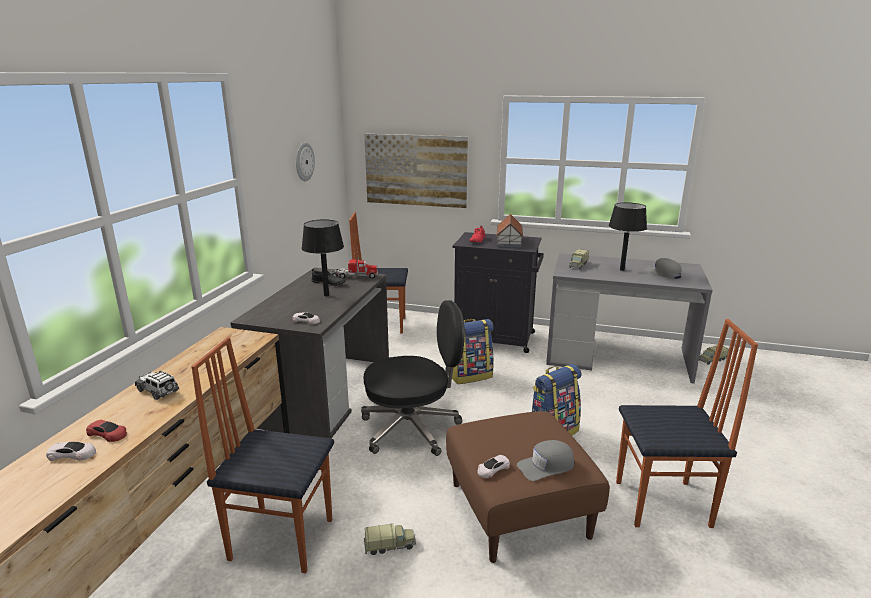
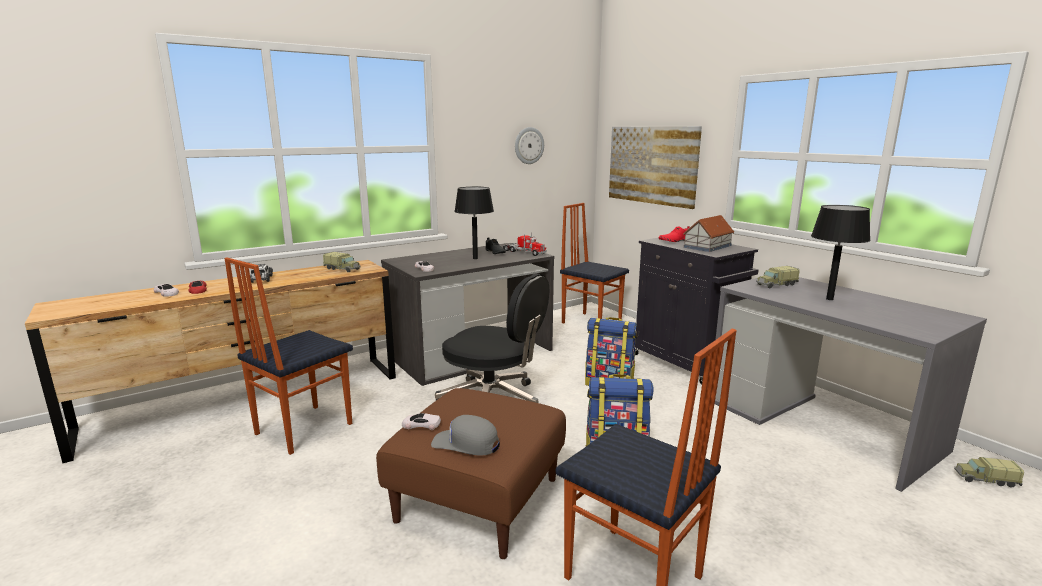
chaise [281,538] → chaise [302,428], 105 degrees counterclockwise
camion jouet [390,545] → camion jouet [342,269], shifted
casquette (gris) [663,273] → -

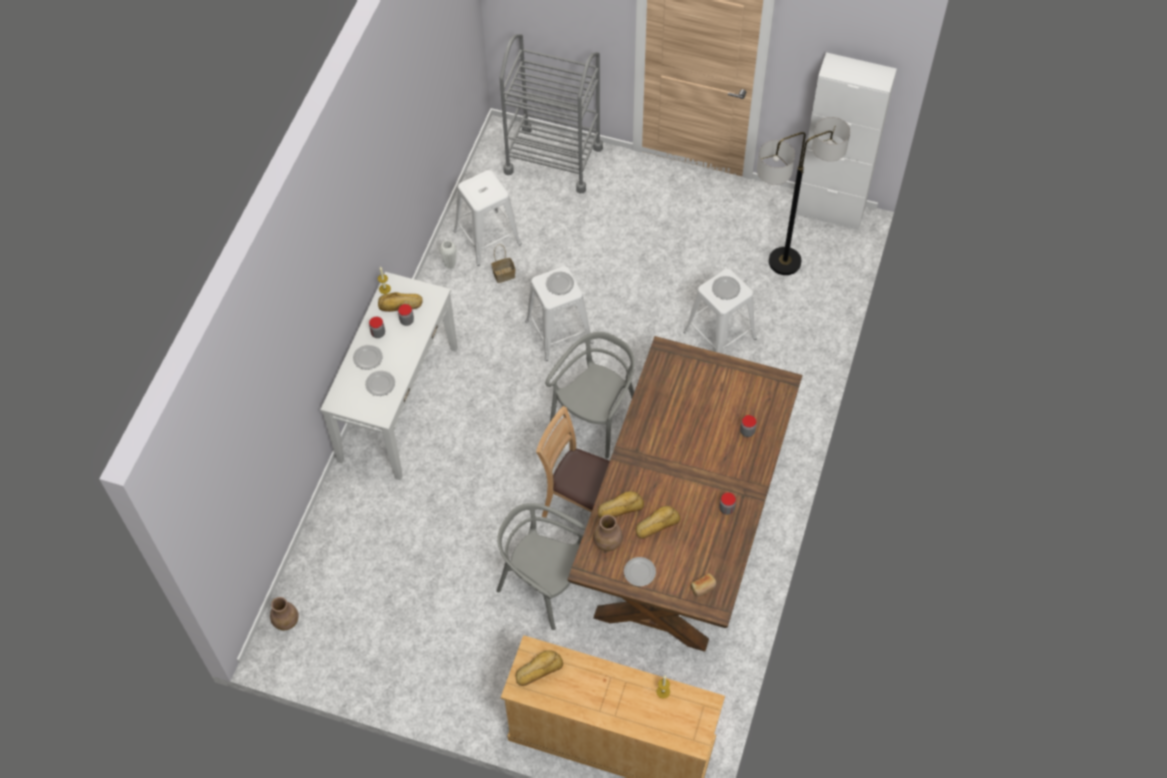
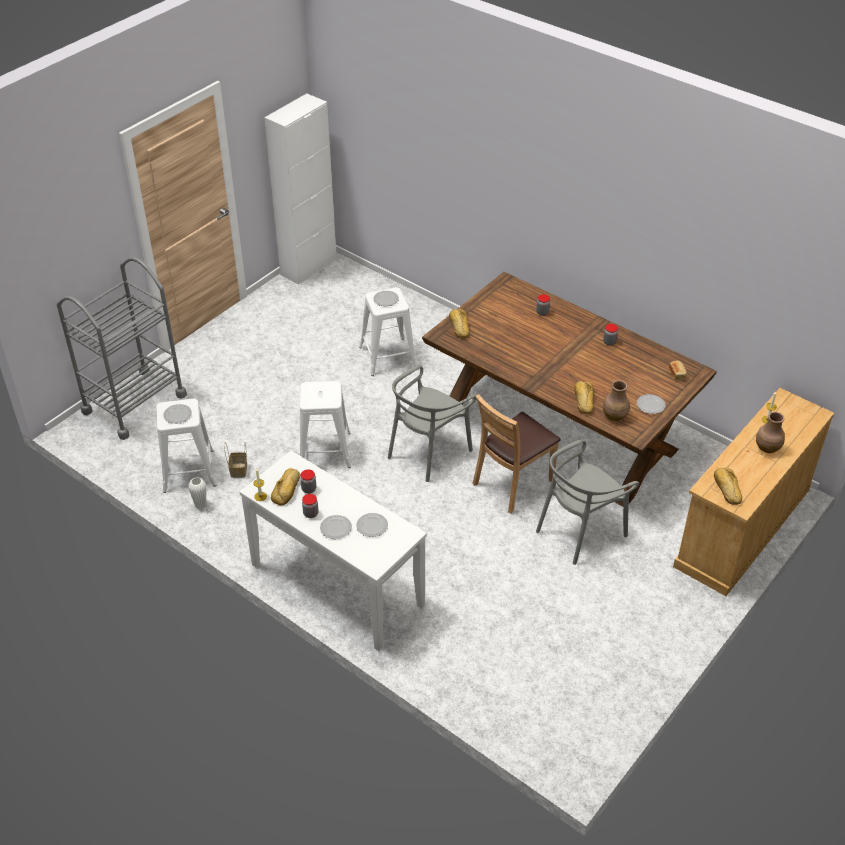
vase (marron) [287,621] → vase (marron) [767,448], shifted
chaise (gris) [596,418] → chaise (gris) [428,452], 105 degrees counterclockwise
assiette [559,284] → assiette [177,415], shifted
pain [656,524] → pain [459,326], shifted
lampadaire [785,262] → -

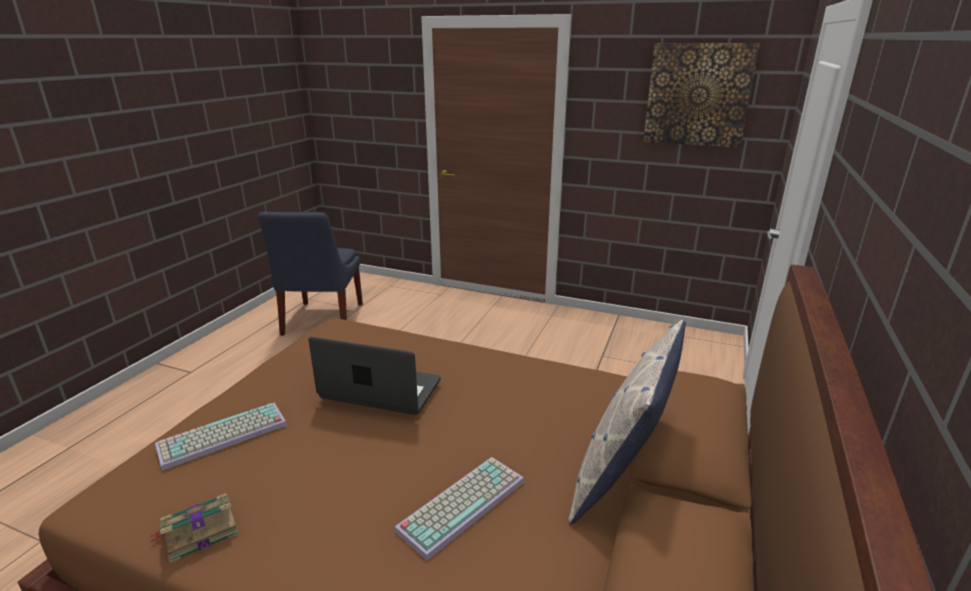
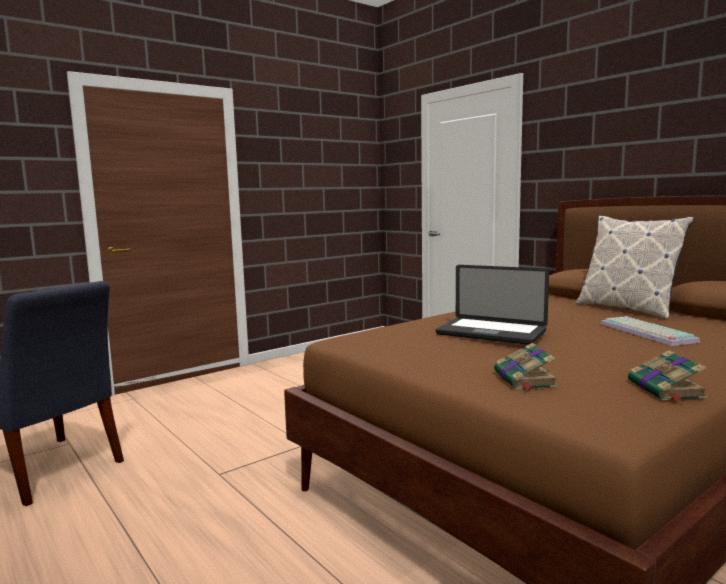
clavier [222,437] → livre [525,380]
ordinateur portable [380,390] → ordinateur portable [491,333], 105 degrees counterclockwise
tableau [698,95] → -

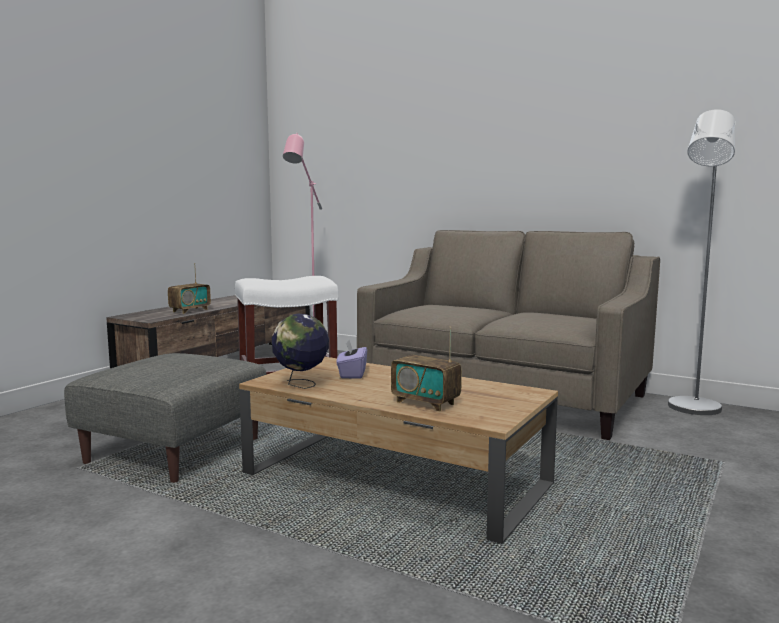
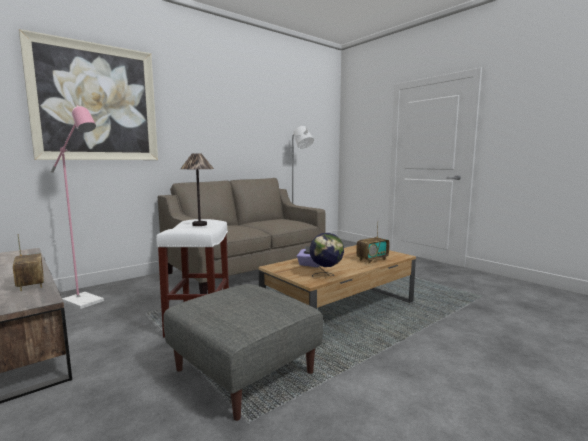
- → tableau [96,103]
- → lampe de table [199,225]

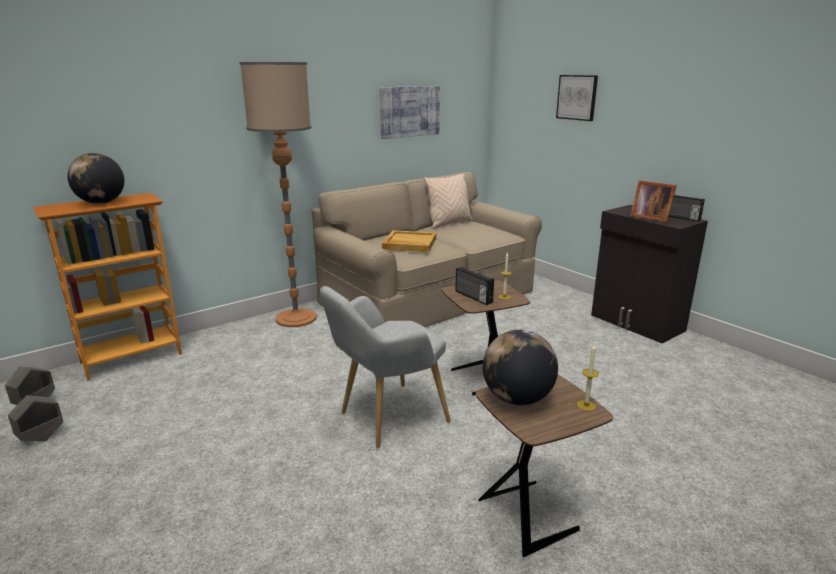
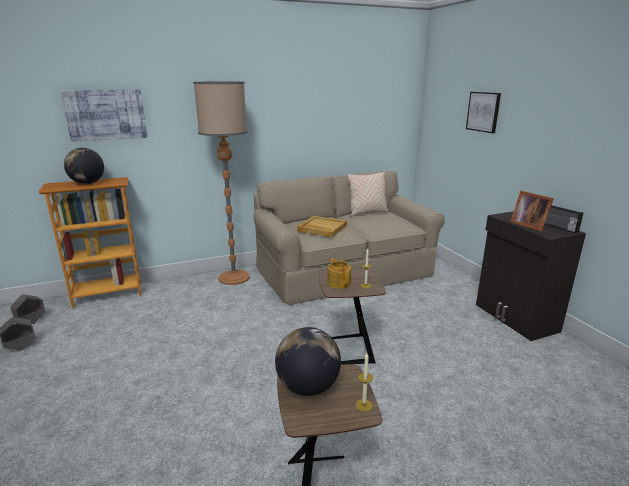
fauteuil (gris) [386,418] → -
tableau [409,111] → tableau [106,115], shifted
radio [473,297] → théière [339,282]

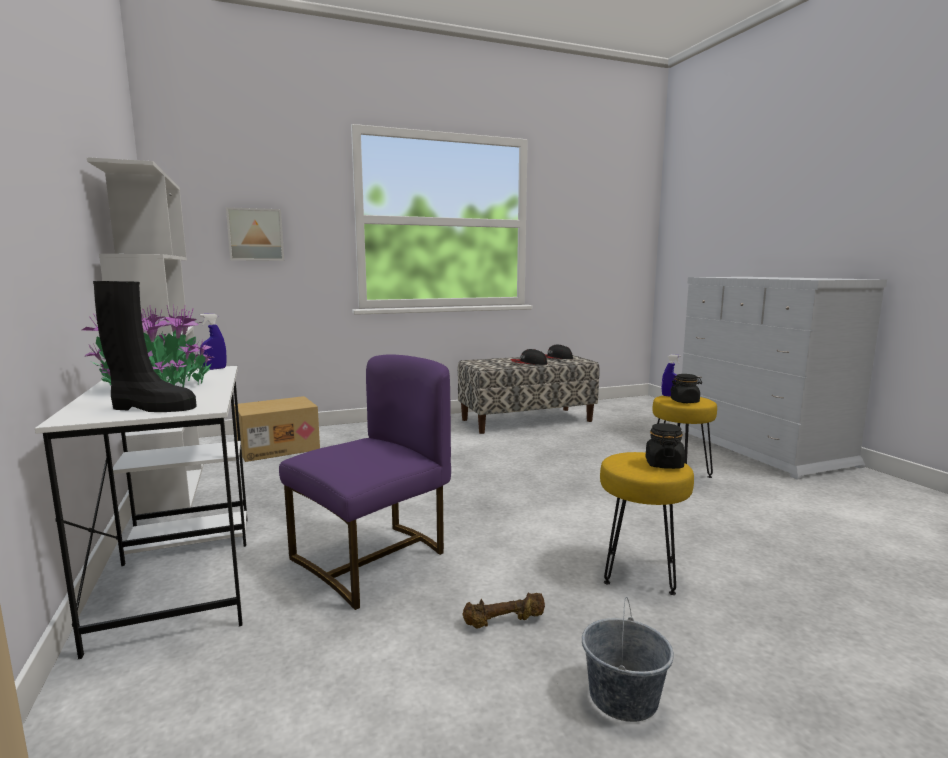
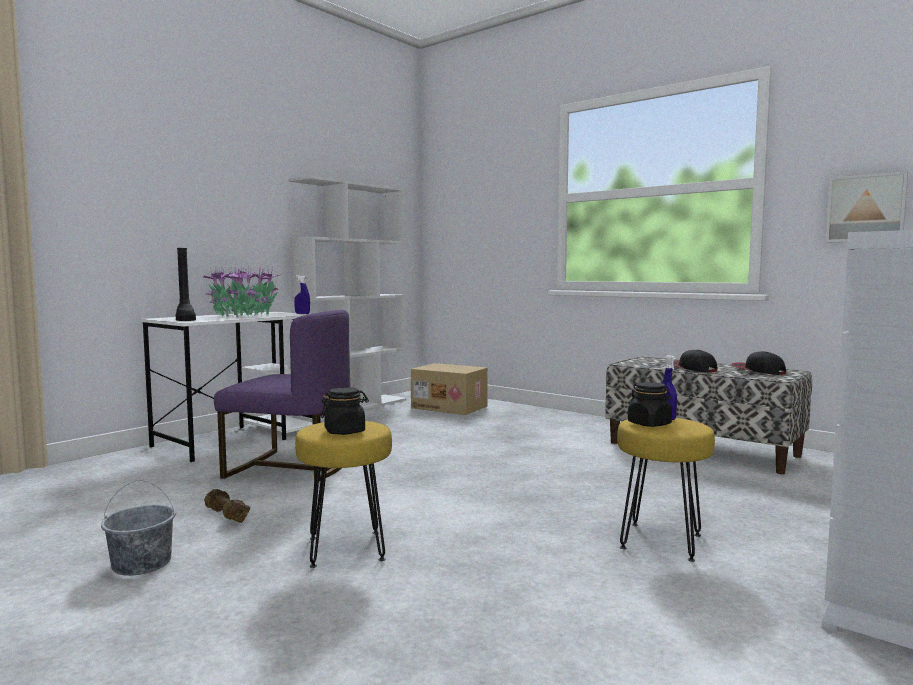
tableau [255,234] → tableau [866,208], shifted

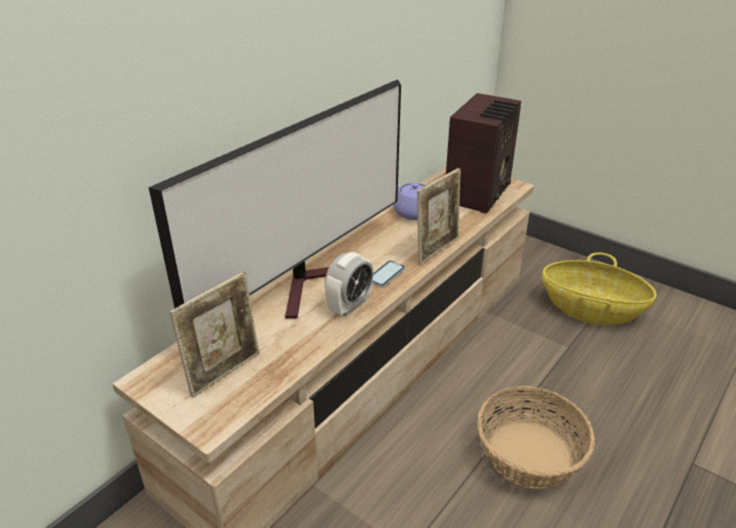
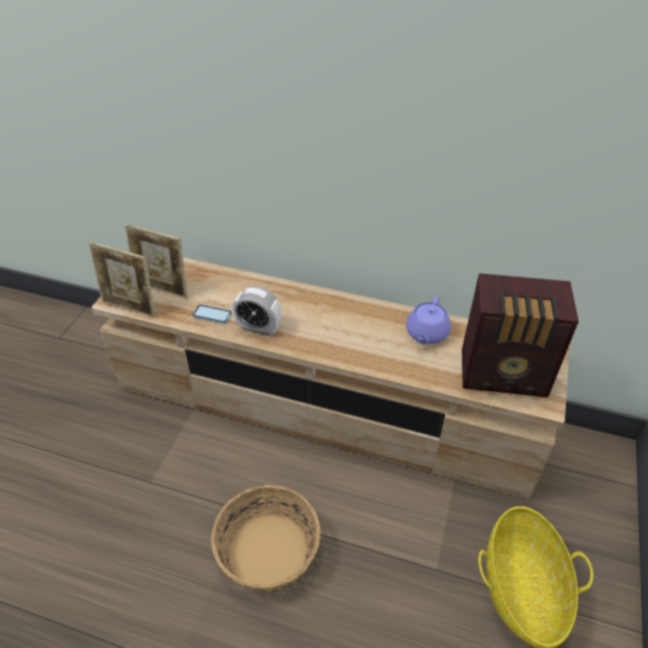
téléviseur [313,282] → -
téléphone [386,275] → téléphone [212,315], shifted
cadre photo [437,249] → cadre photo [130,308], shifted

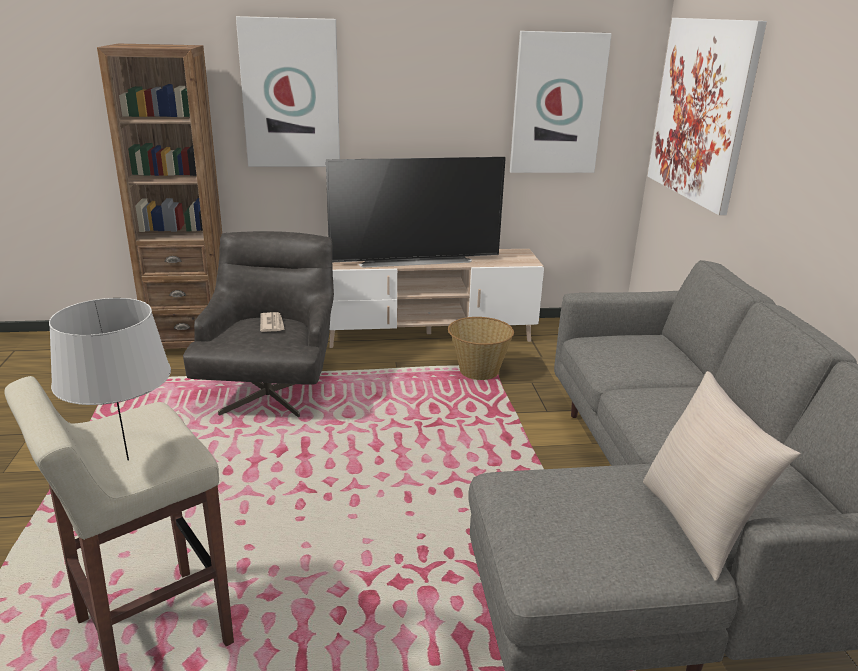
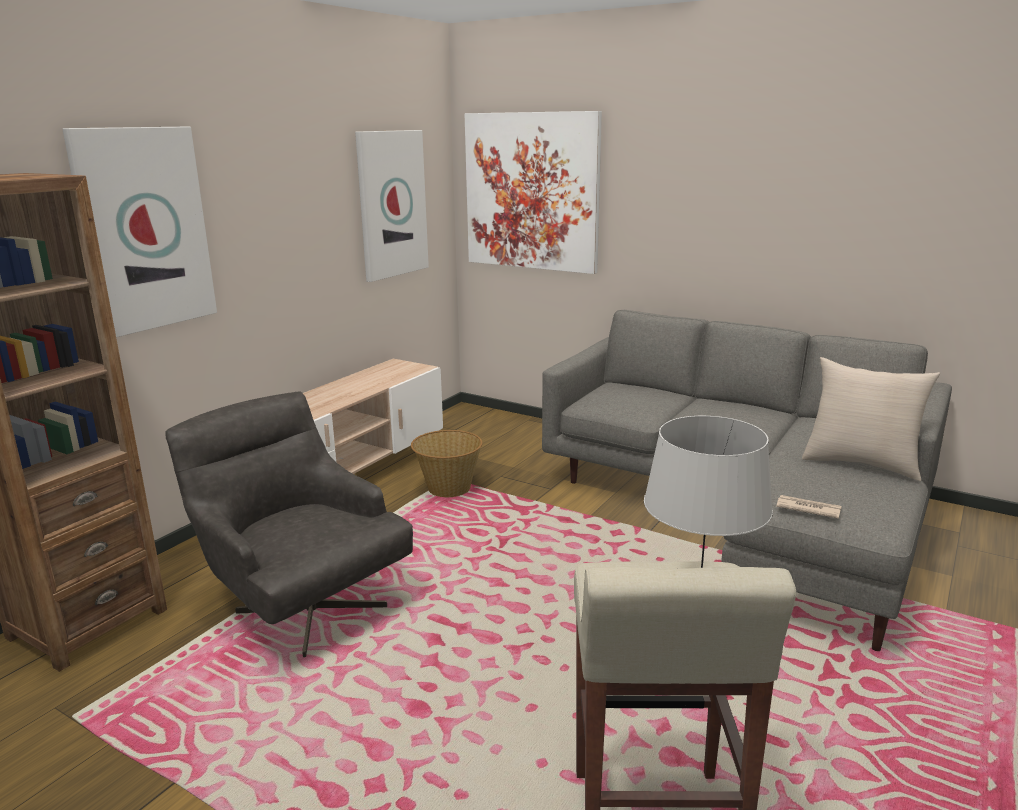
journal [272,324] → journal [807,509], shifted
téléviseur [414,260] → -

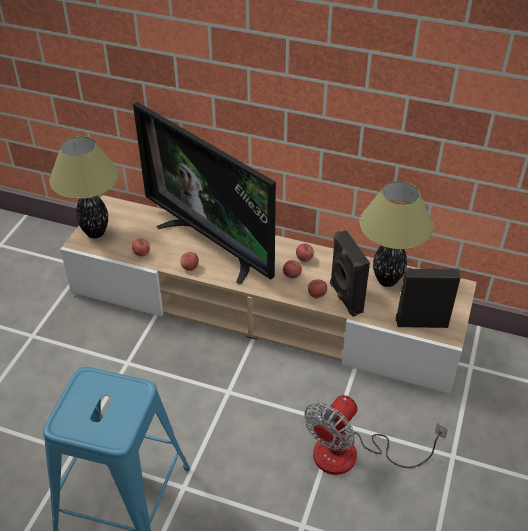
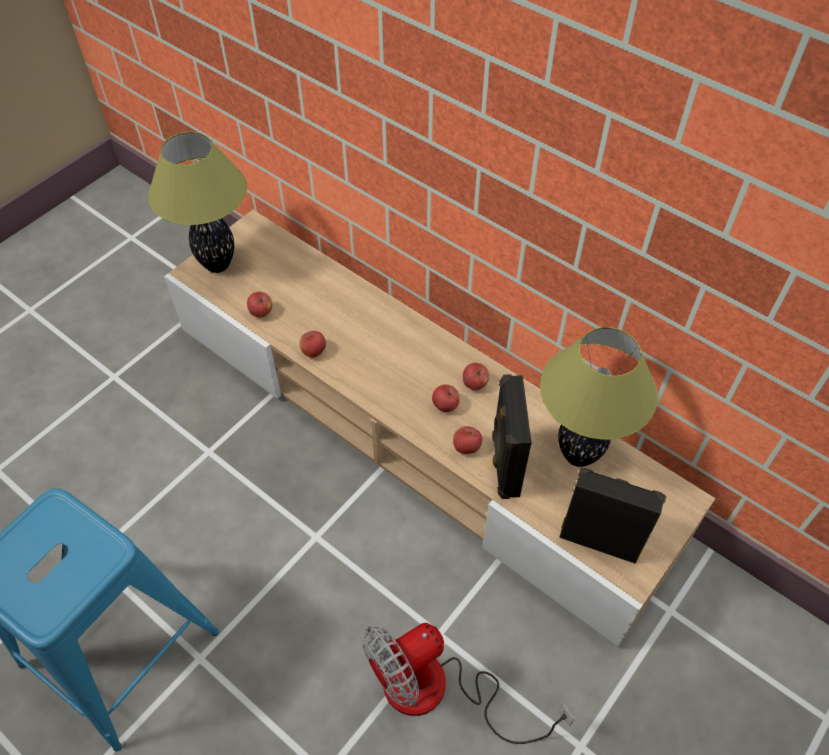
téléviseur [213,244] → -

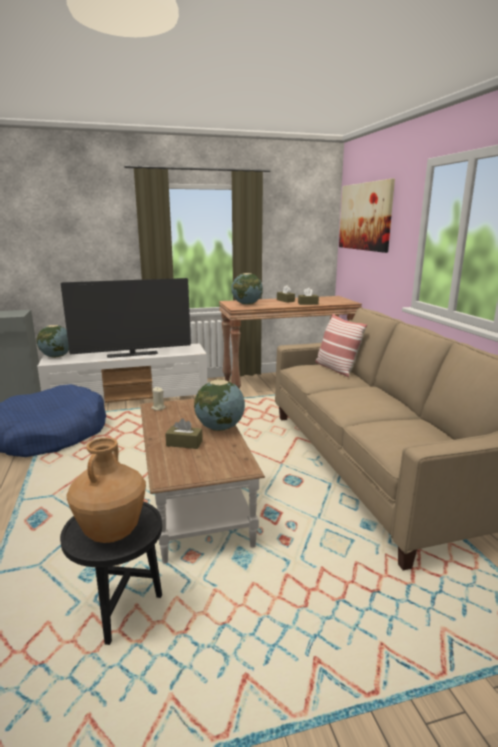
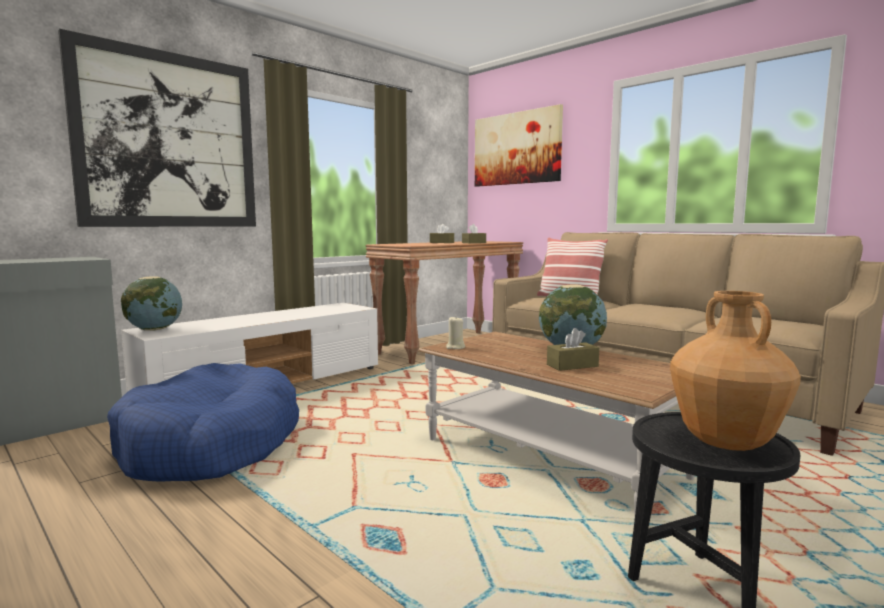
téléviseur [132,354] → -
globe [247,304] → -
- → tableau [168,141]

